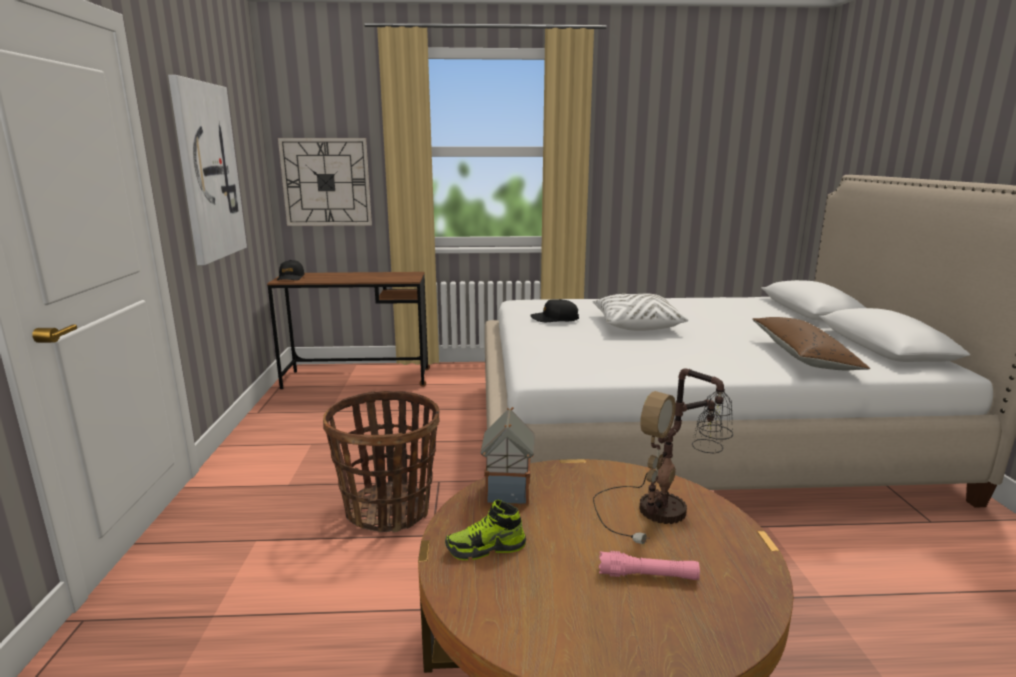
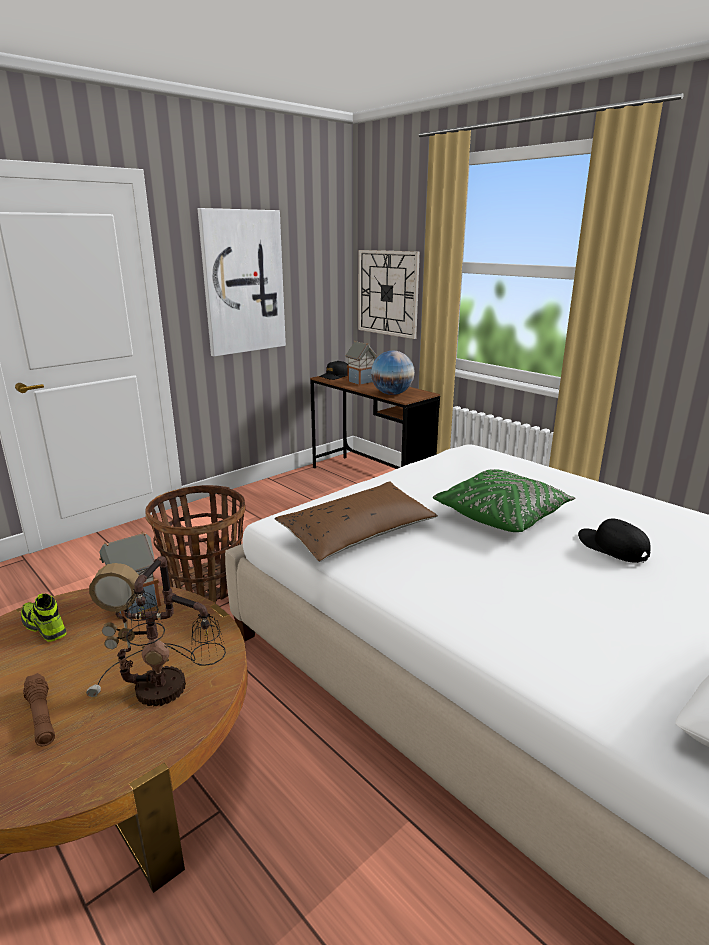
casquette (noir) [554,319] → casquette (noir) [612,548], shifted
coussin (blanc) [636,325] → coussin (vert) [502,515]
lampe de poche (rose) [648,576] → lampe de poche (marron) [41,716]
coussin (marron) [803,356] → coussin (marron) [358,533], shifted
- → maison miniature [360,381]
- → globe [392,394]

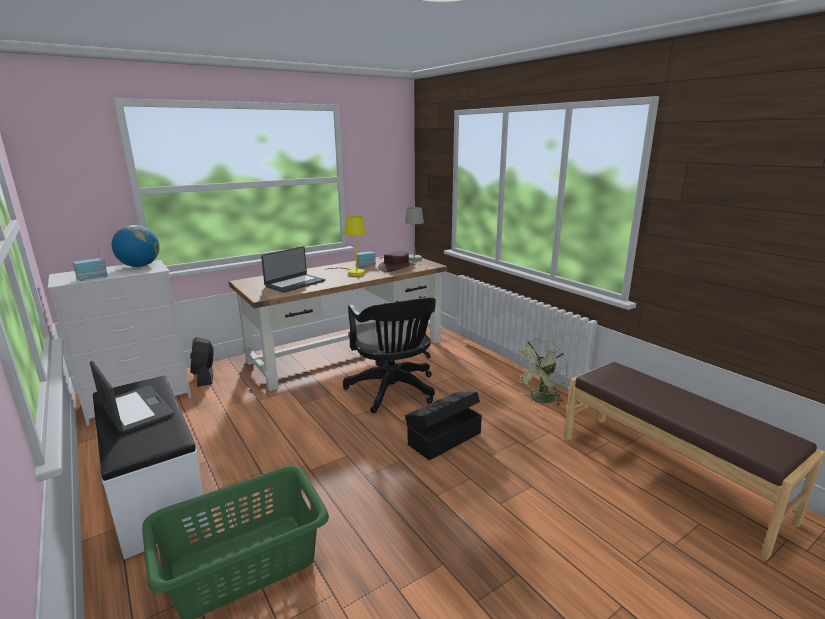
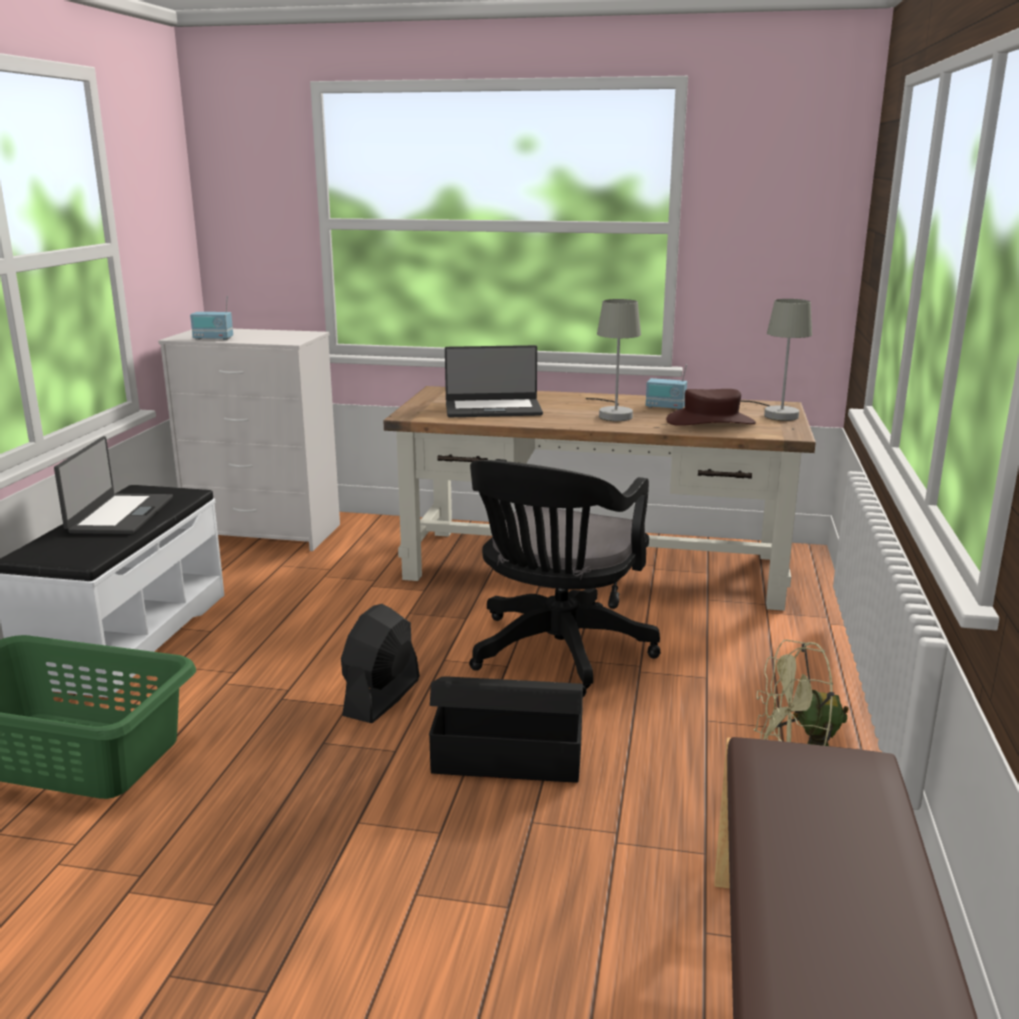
globe [140,266] → -
ventilateur (noir) [204,376] → ventilateur (noir) [381,697], shifted
lampe de table (jaune) [353,273] → lampe de table (gris) [614,414]

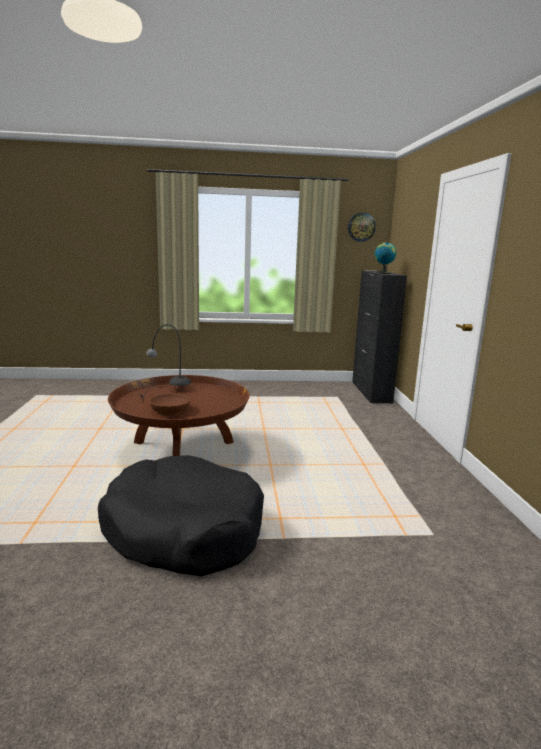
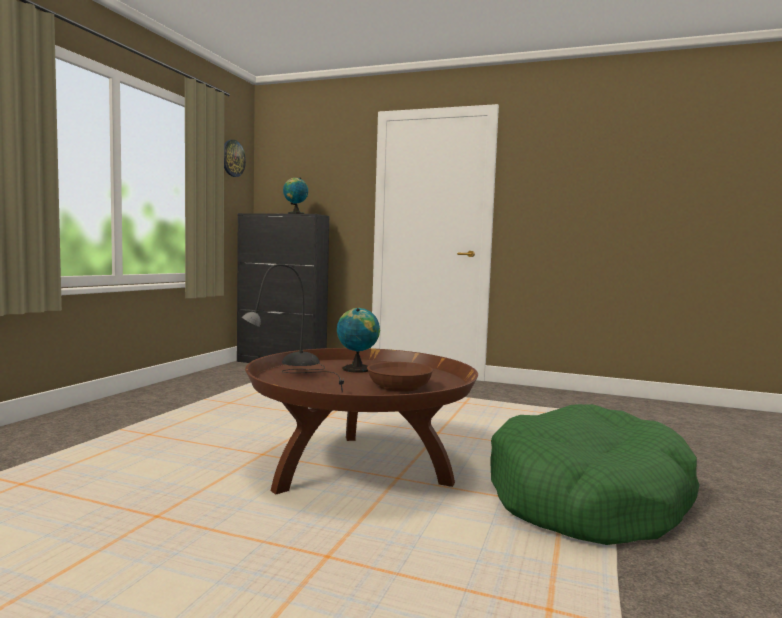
panier pour chien (noir) [183,530] → panier pour chien (vert) [588,498]
- → globe [357,369]

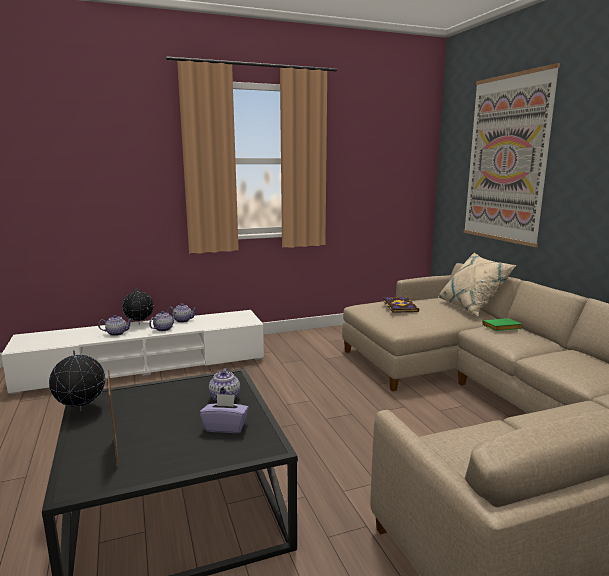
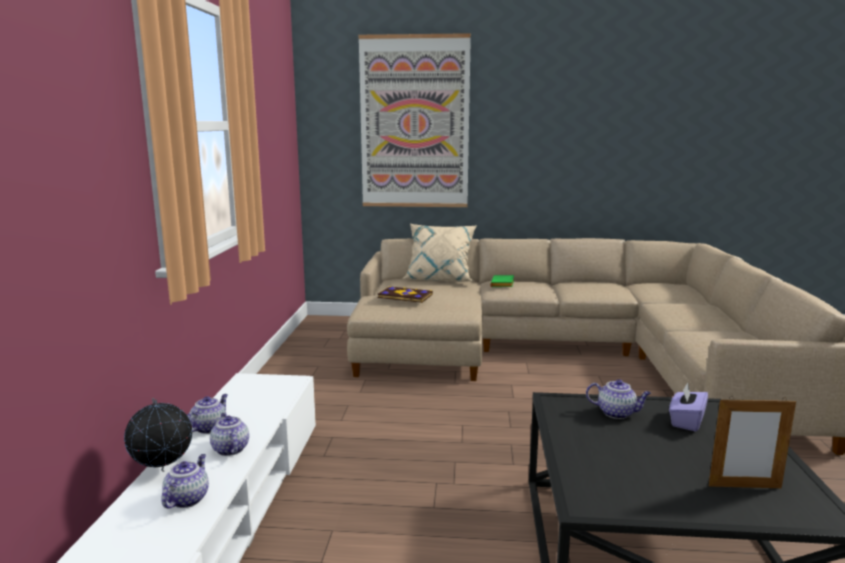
globe [81,410] → -

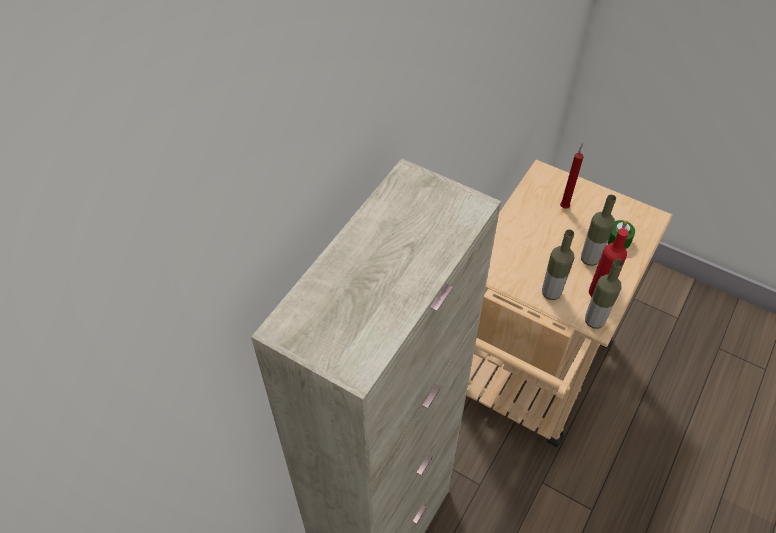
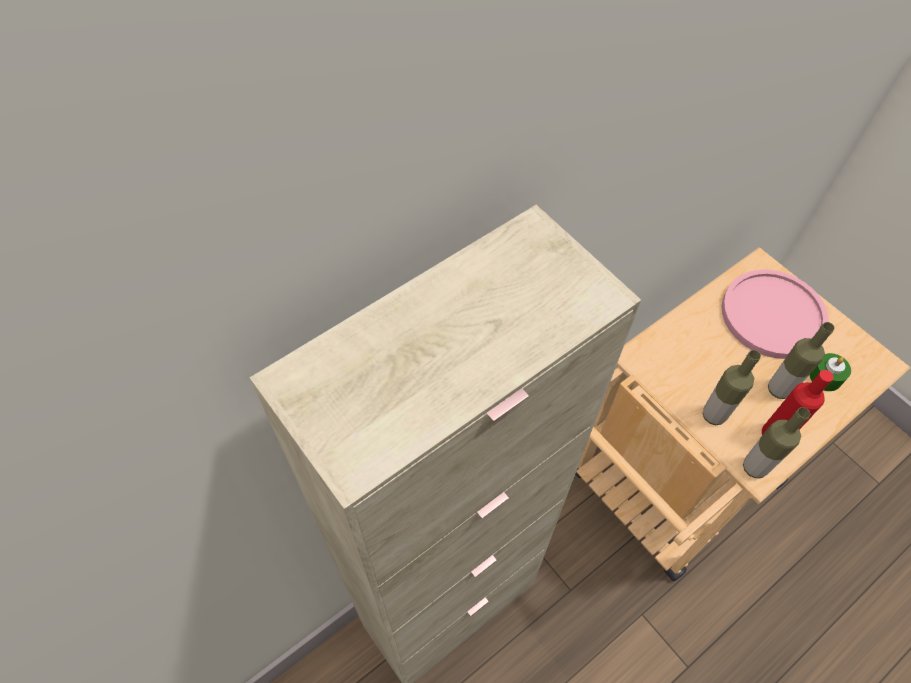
bougie (rouge) [564,206] → assiette (rose) [772,315]

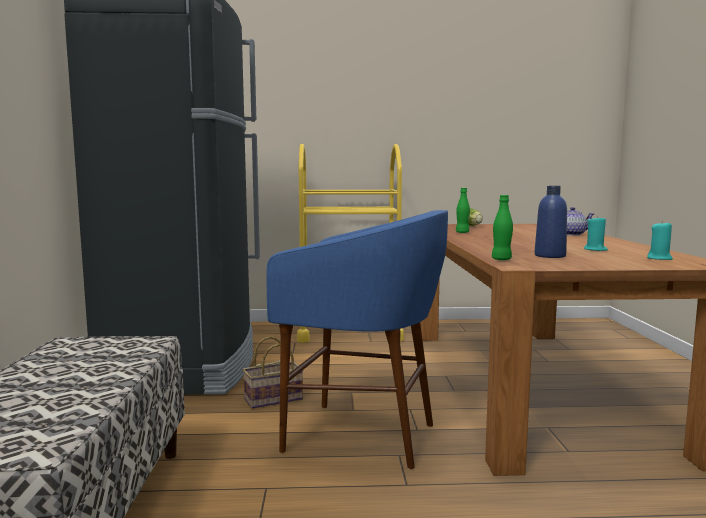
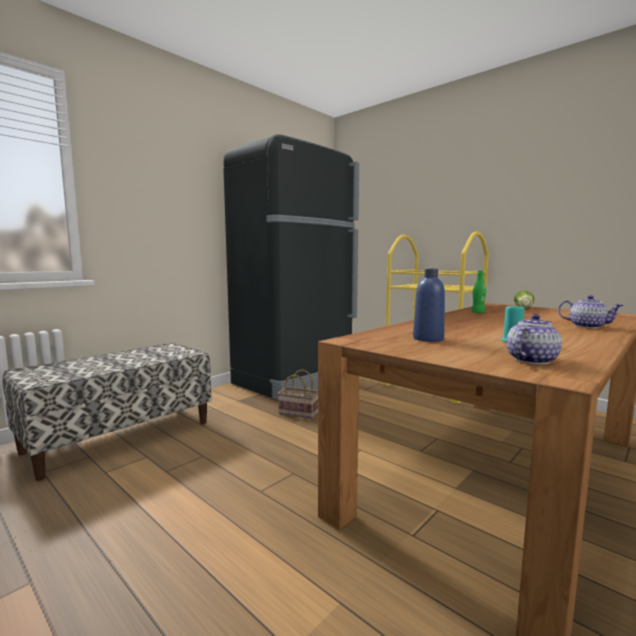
tabouret (bleu) [361,436] → -
bouteille (vert) [501,259] → -
bougie (turquoise) [659,258] → théière [530,360]

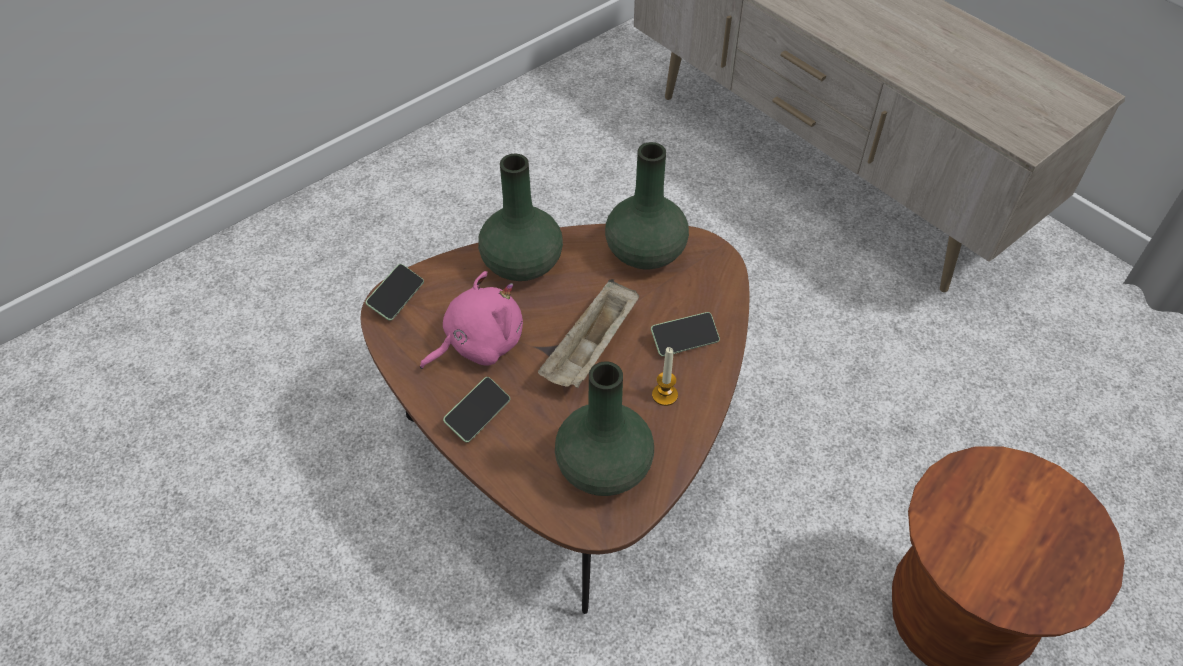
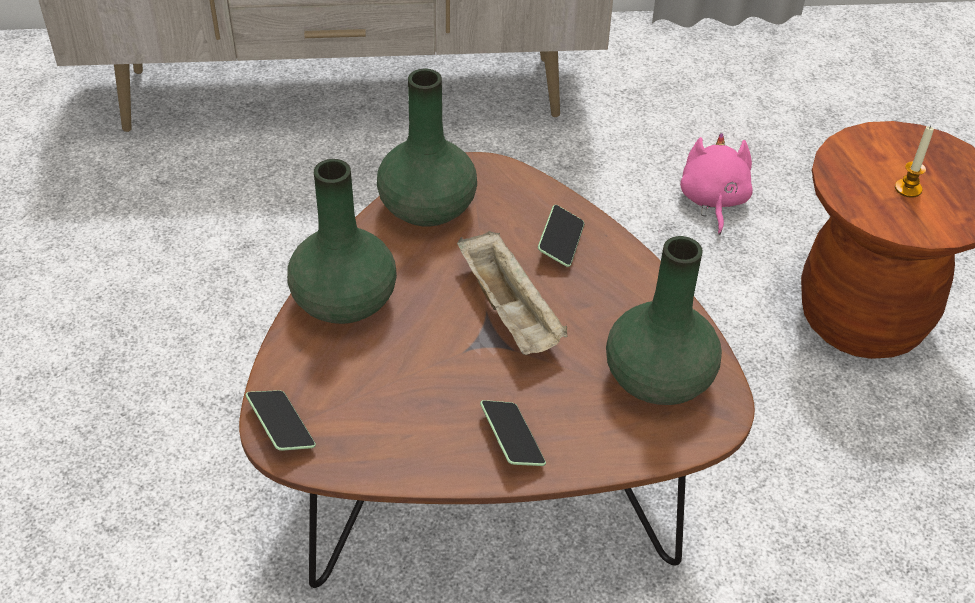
peluche (rose) [479,343] → peluche (rose) [712,200], shifted
bougie [664,395] → bougie [908,188], shifted

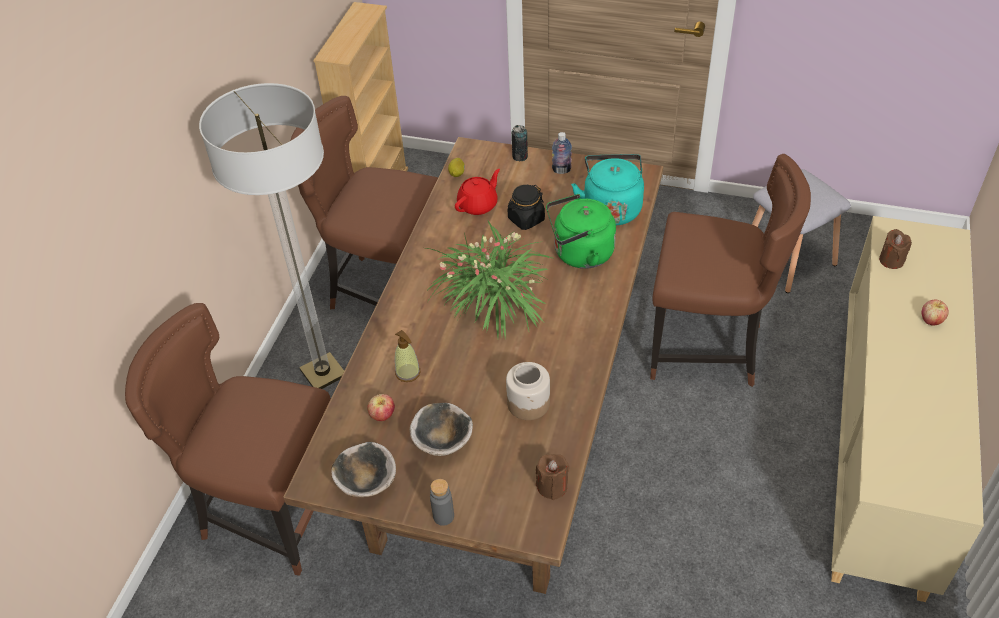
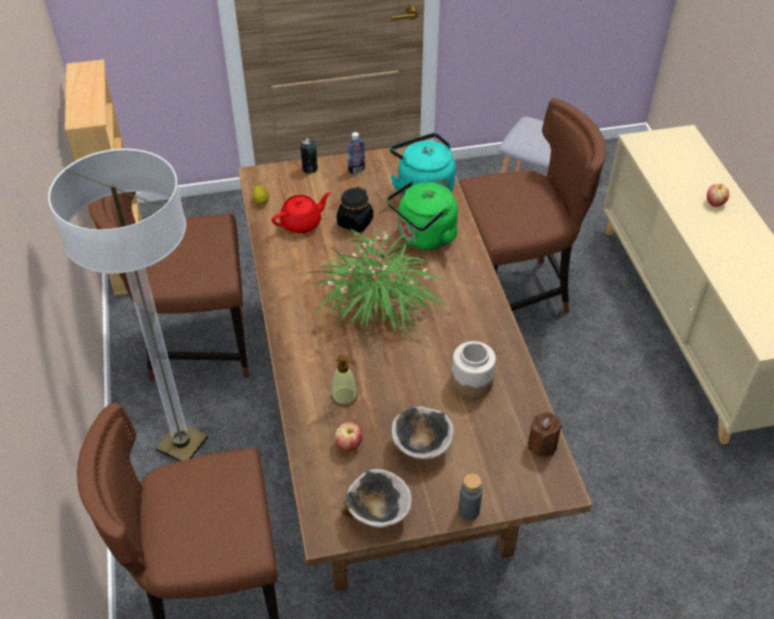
théière (rouge) [478,205] → théière (rouge) [302,223], 45 degrees clockwise
bougie (marron) [891,260] → -

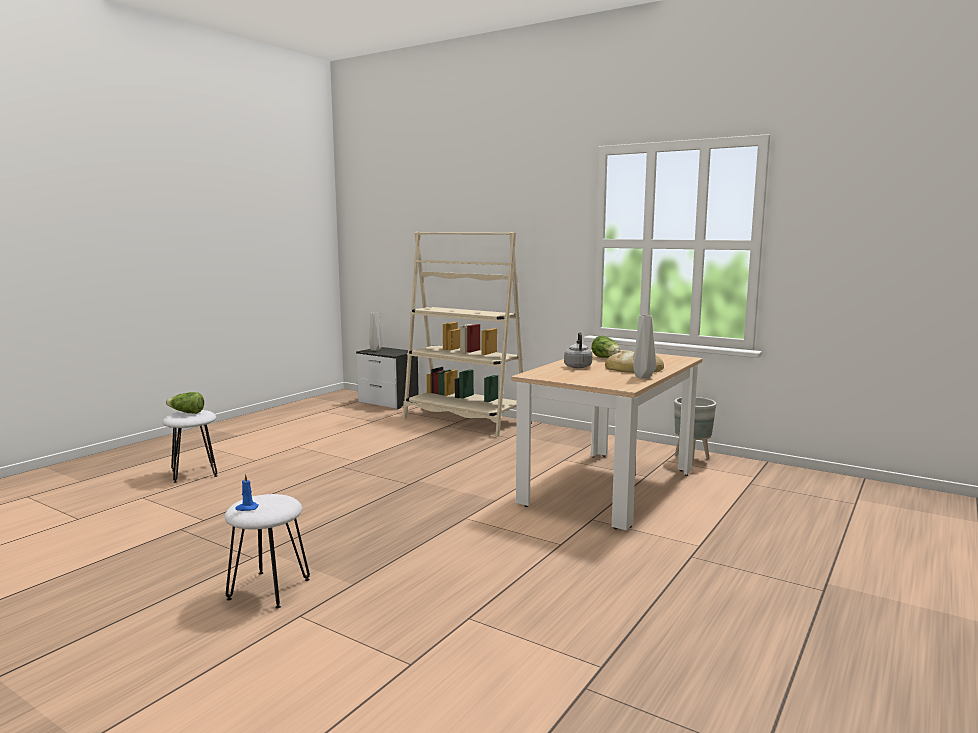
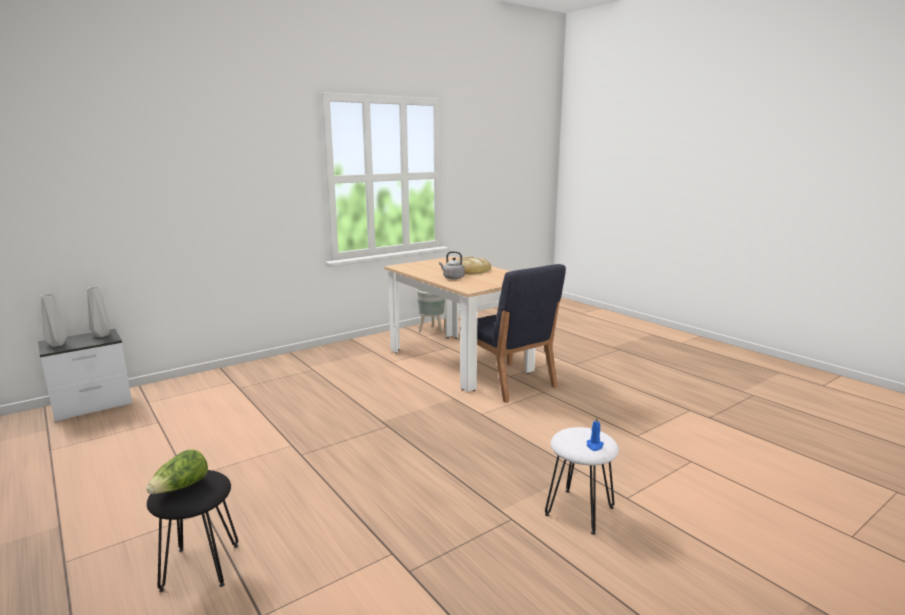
tabouret (blanc) [194,473] → tabouret (noir) [200,567]
bibliothèque (beige) [464,420] → -
laitue [606,358] → -
vase (gris) [642,377] → vase (gris) [101,335], shifted
- → chaise (bleu) [508,382]

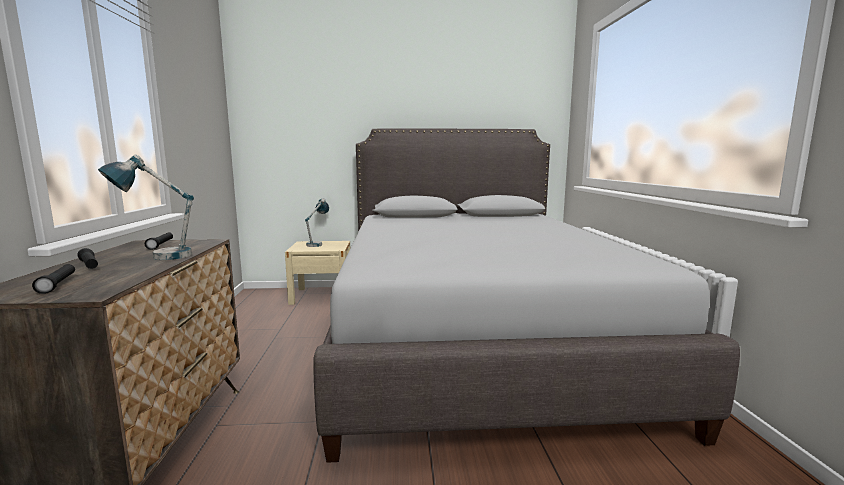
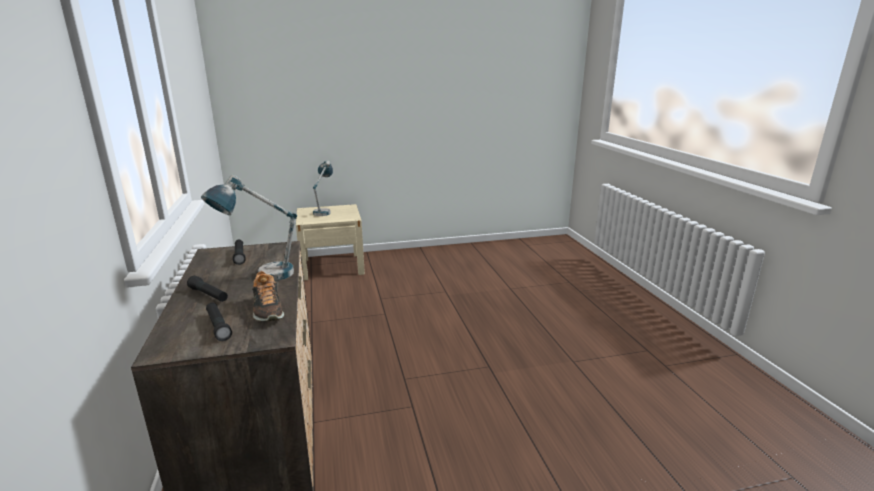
lit (gris) [474,337] → -
- → chaussure [267,310]

